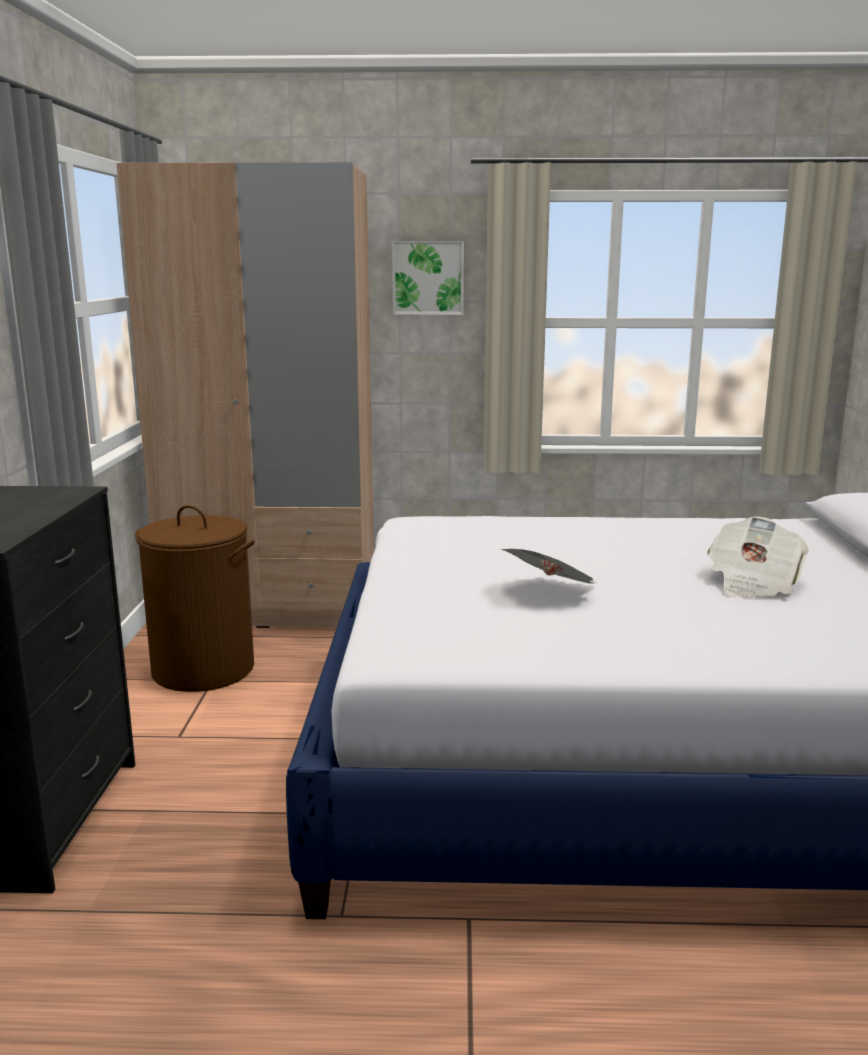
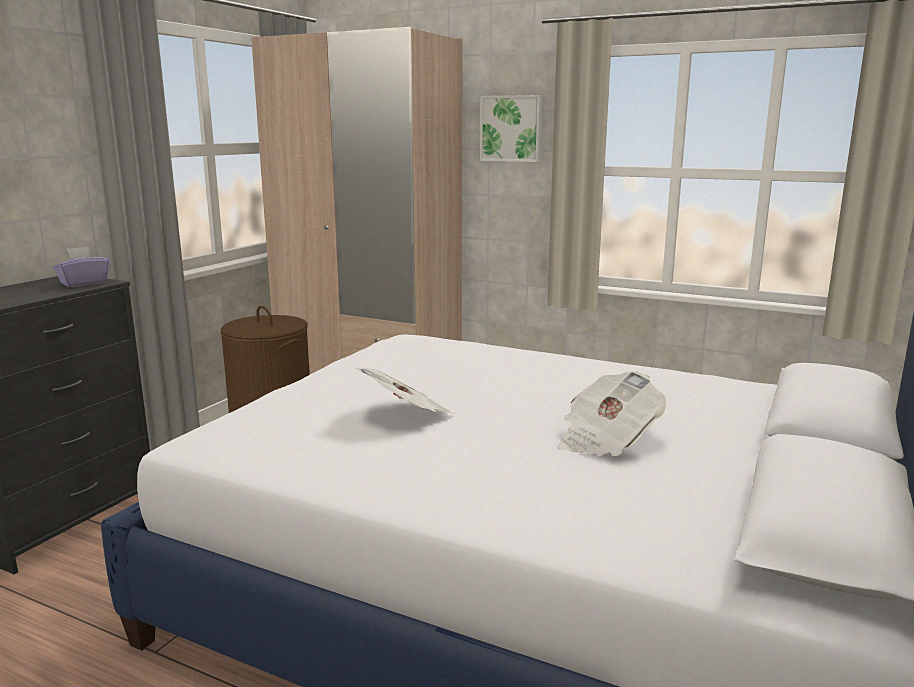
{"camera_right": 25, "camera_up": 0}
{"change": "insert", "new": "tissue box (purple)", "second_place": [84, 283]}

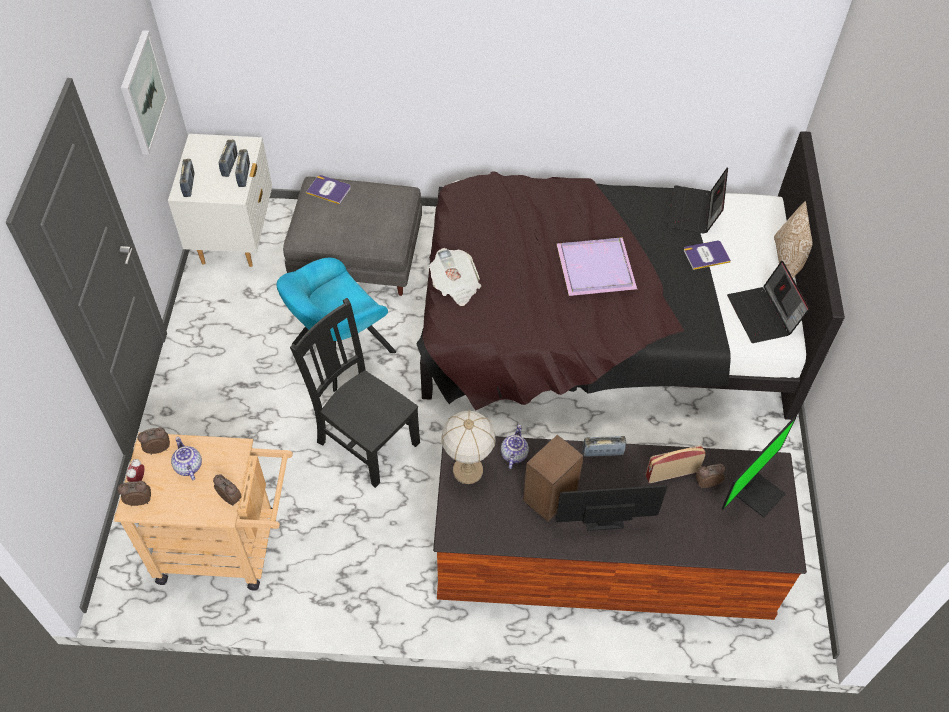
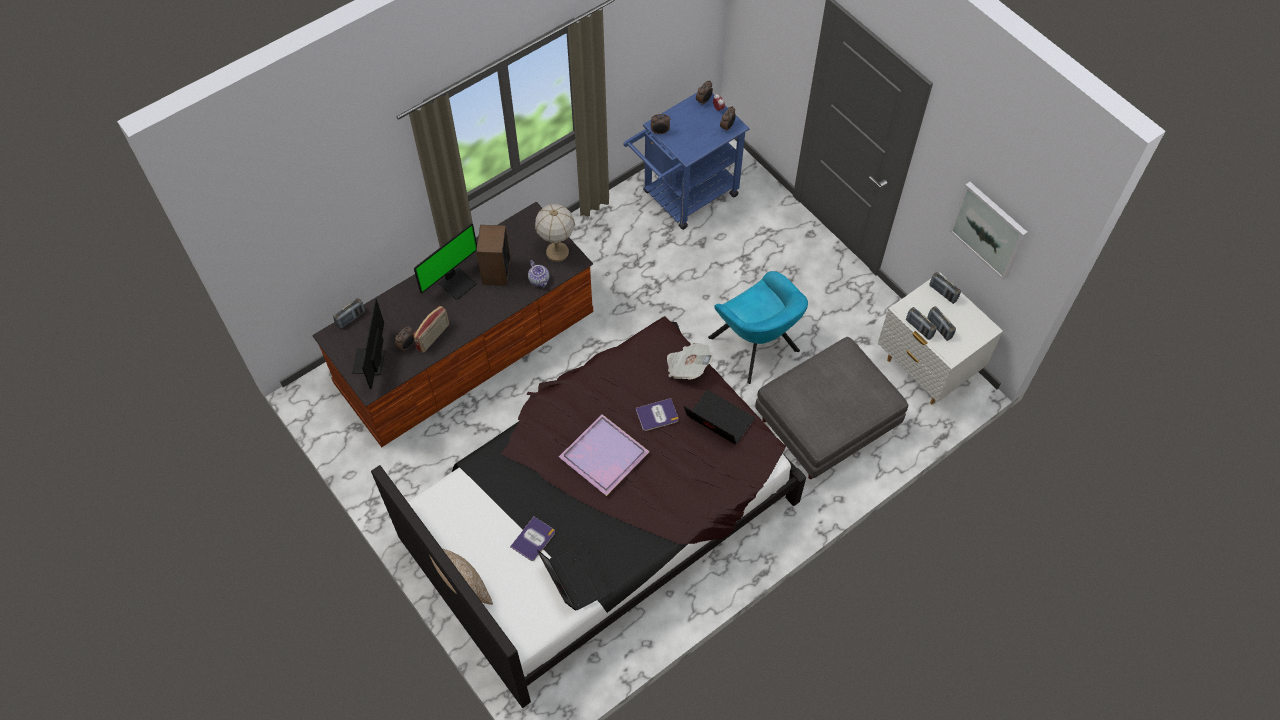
{"camera_right": 140, "camera_up": 5}
{"change": "recolor", "old": "cart (beige)", "new": "cart (blue)", "first_place": [228, 547], "second_place": [684, 197]}
{"change": "delete", "old": "teapot", "first_place": [188, 466]}
{"change": "rotate", "old": "armchair (turquoise)", "first_place": [339, 350], "second_place": [756, 347], "degrees": 135}
{"change": "delete", "old": "chair (black)", "first_place": [365, 440]}
{"change": "move", "old": "book", "first_place": [329, 190], "second_place": [657, 415]}
{"change": "move", "old": "radio", "first_place": [602, 452], "second_place": [351, 318]}
{"change": "move", "old": "laptop", "first_place": [763, 315], "second_place": [717, 421]}

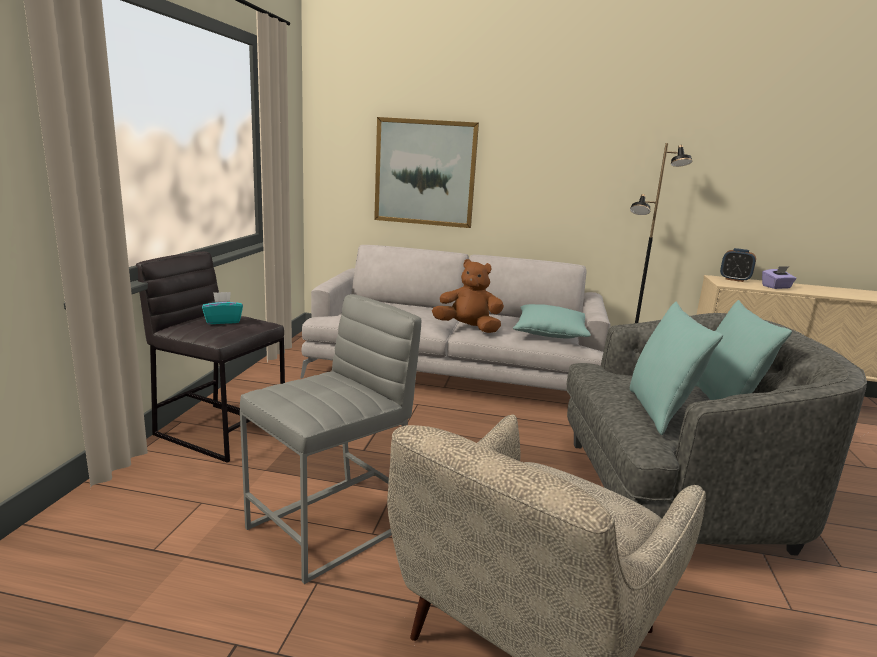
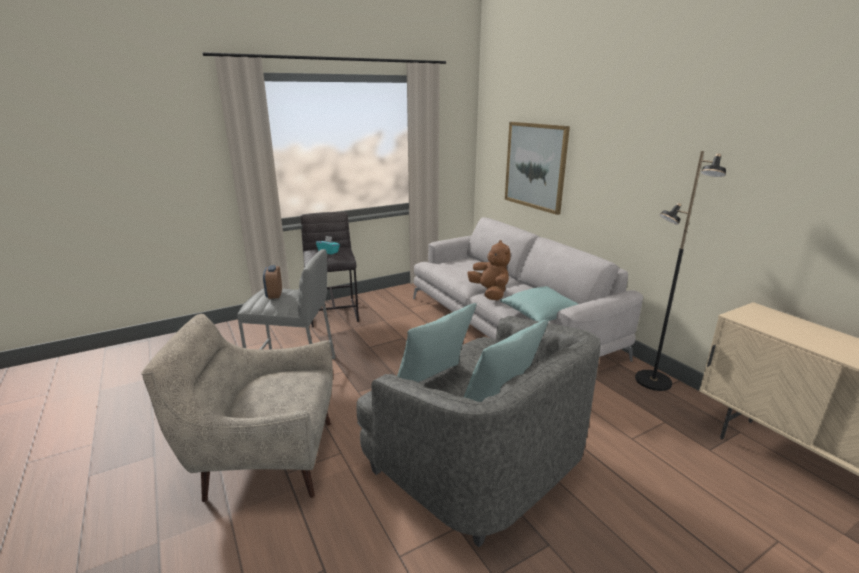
{"camera_right": 50, "camera_up": 5}
{"change": "move", "old": "alarm clock", "first_place": [734, 279], "second_place": [274, 295]}
{"change": "delete", "old": "tissue box (purple)", "first_place": [776, 287]}

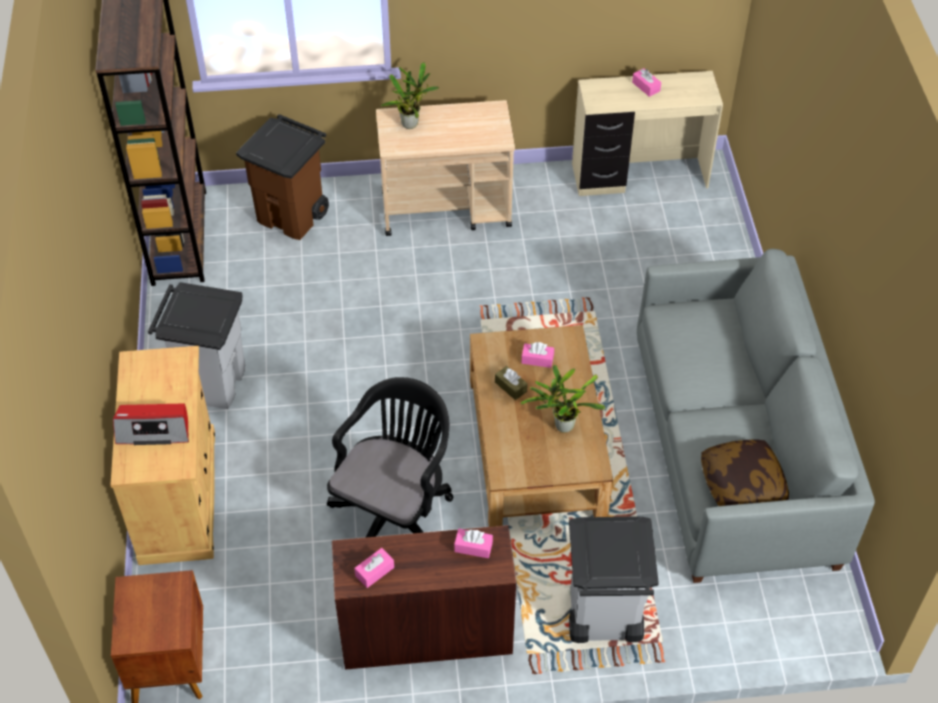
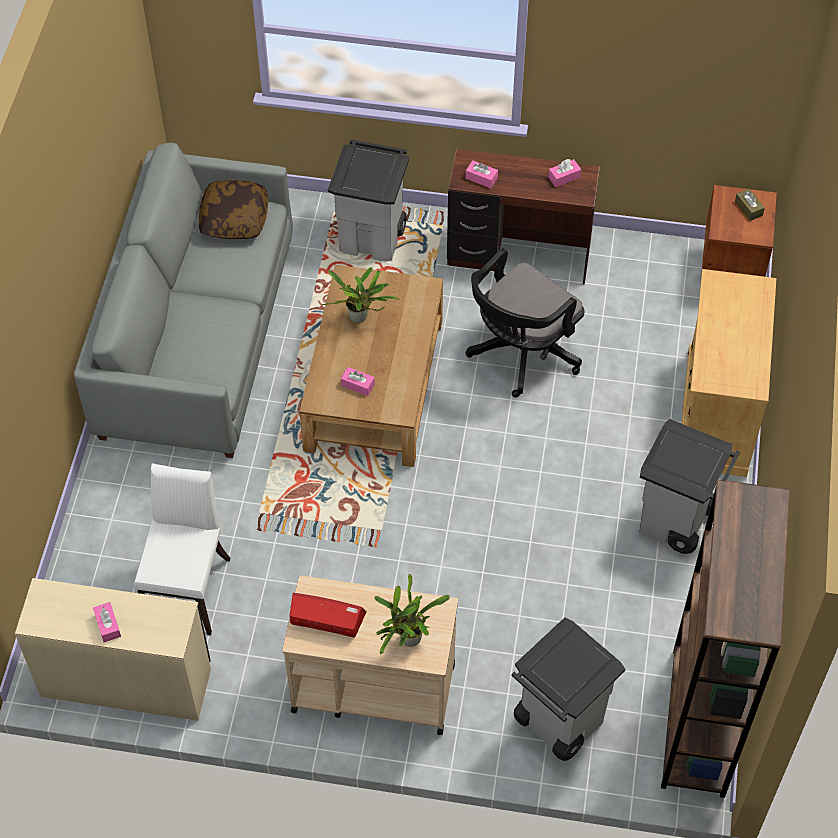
{"camera_right": -165, "camera_up": 5}
{"change": "move", "old": "radio", "first_place": [154, 430], "second_place": [326, 619]}
{"change": "recolor", "old": "trash can (brown)", "new": "trash can (grey)", "first_place": [293, 216], "second_place": [557, 721]}
{"change": "move", "old": "tissue box (brown)", "first_place": [510, 387], "second_place": [748, 208]}
{"change": "insert", "new": "chair (white)", "second_place": [185, 584]}

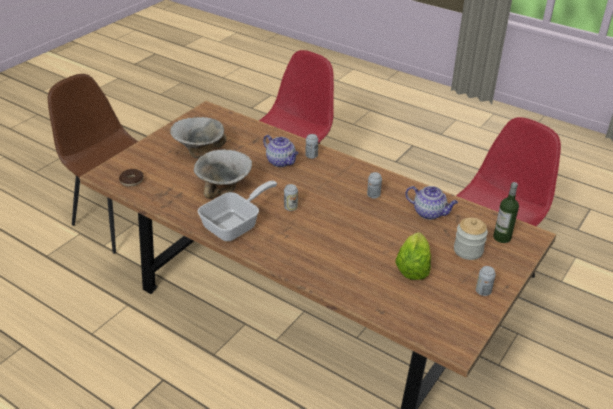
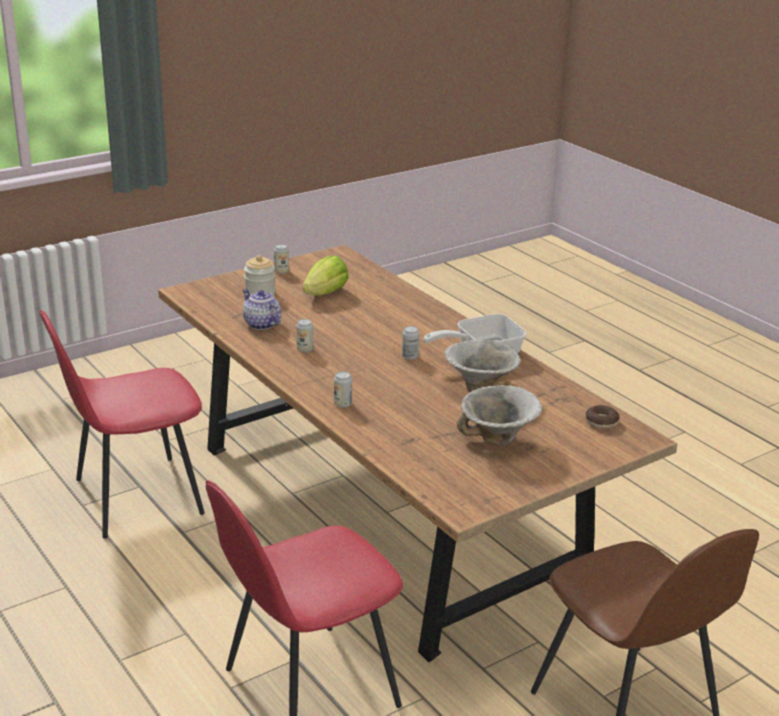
{"camera_right": -160, "camera_up": -10}
{"change": "delete", "old": "teapot", "first_place": [281, 162]}
{"change": "delete", "old": "bottle", "first_place": [502, 237]}

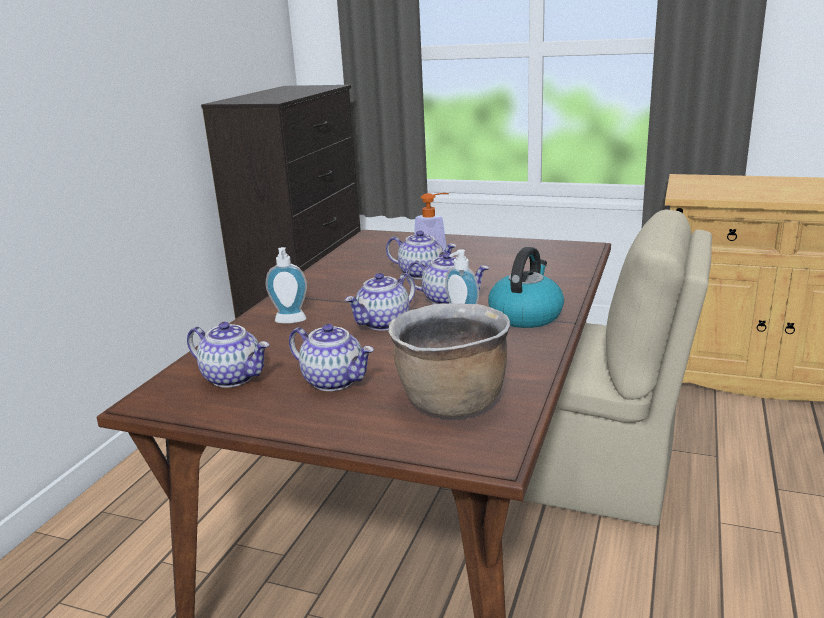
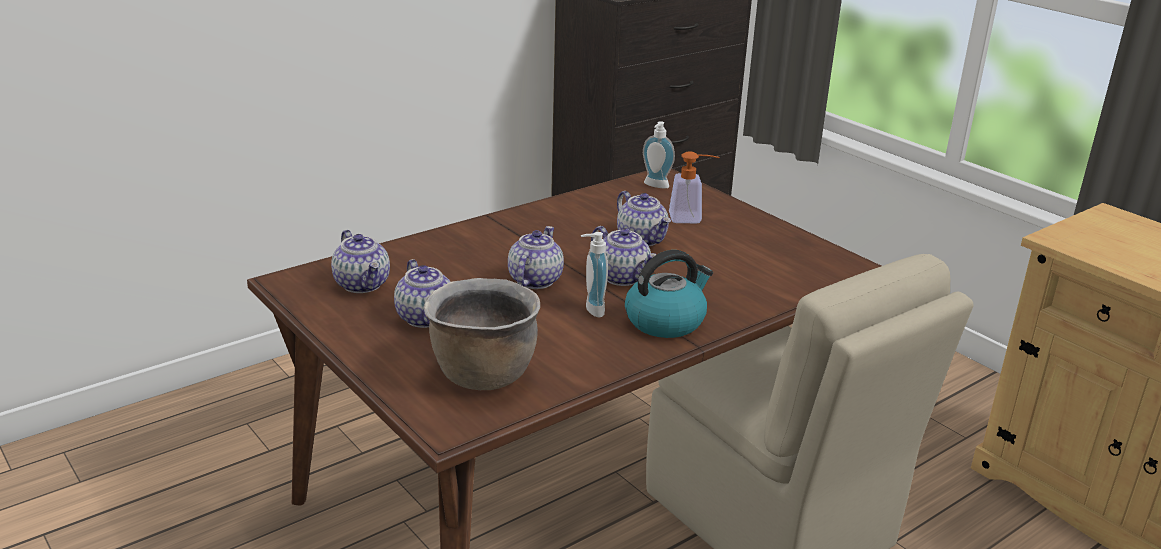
{"camera_right": 30, "camera_up": 5}
{"change": "move", "old": "soap dispenser", "first_place": [290, 322], "second_place": [655, 186]}
{"change": "rotate", "old": "teapot", "first_place": [383, 323], "second_place": [534, 280], "degrees": 120}

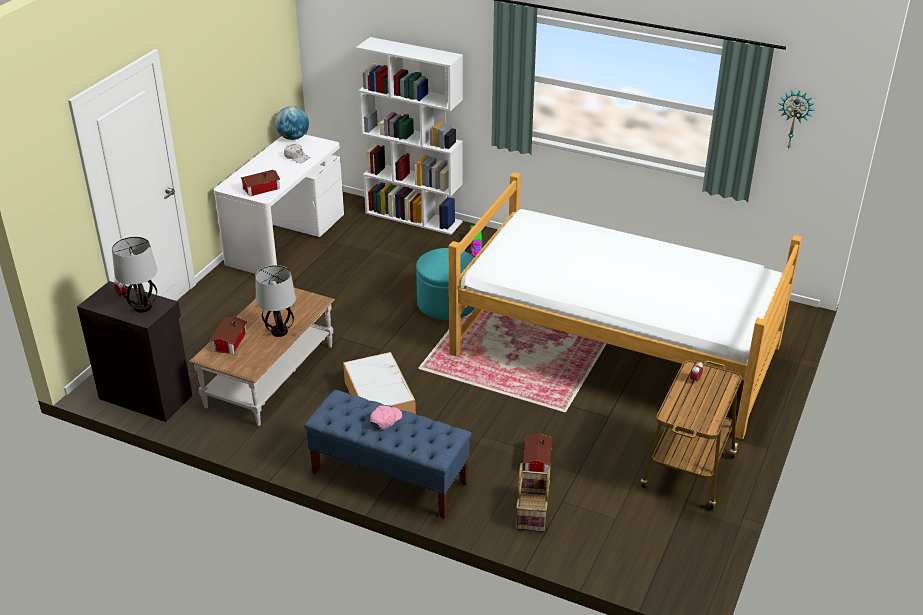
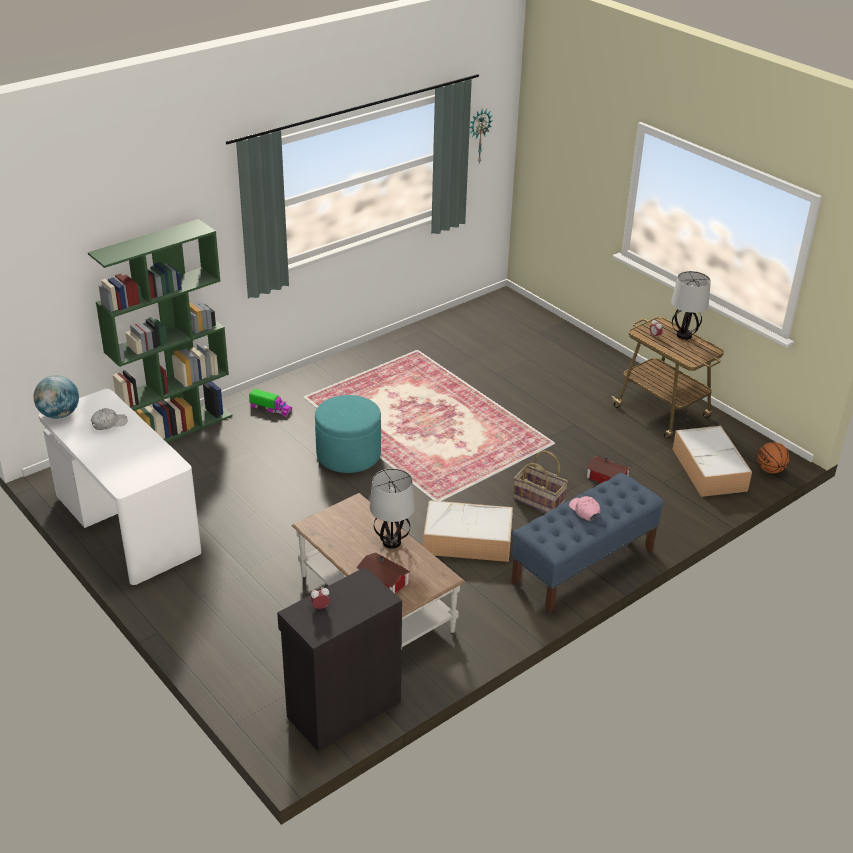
{"camera_right": -65, "camera_up": 0}
{"change": "move", "old": "table lamp", "first_place": [142, 307], "second_place": [684, 336]}
{"change": "delete", "old": "toy house", "first_place": [260, 188]}
{"change": "recolor", "old": "bookcase (white)", "new": "bookcase (green)", "first_place": [414, 217], "second_place": [176, 428]}
{"change": "delete", "old": "bed", "first_place": [615, 350]}
{"change": "move", "old": "basket", "first_place": [533, 512], "second_place": [539, 500]}
{"change": "insert", "new": "storage box", "second_place": [710, 470]}
{"change": "insert", "new": "basketball", "second_place": [770, 470]}

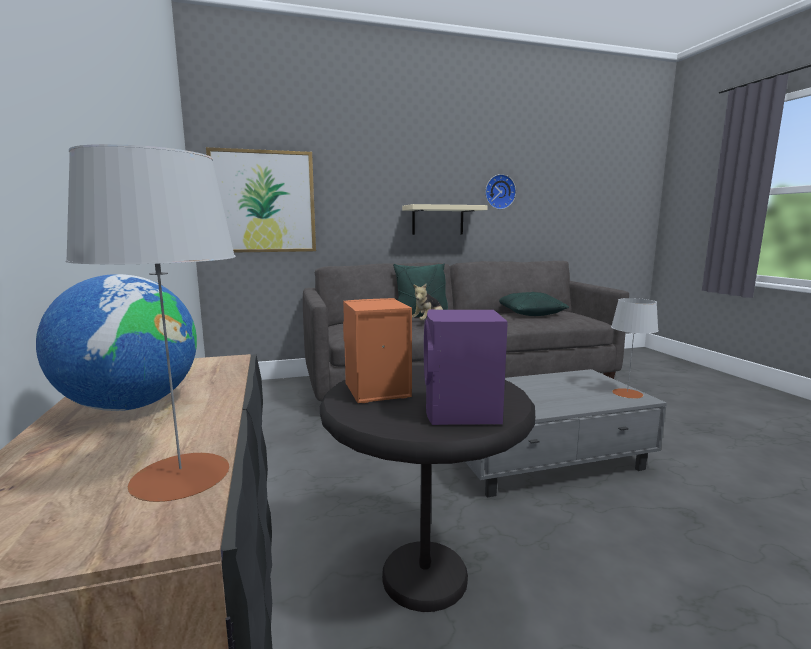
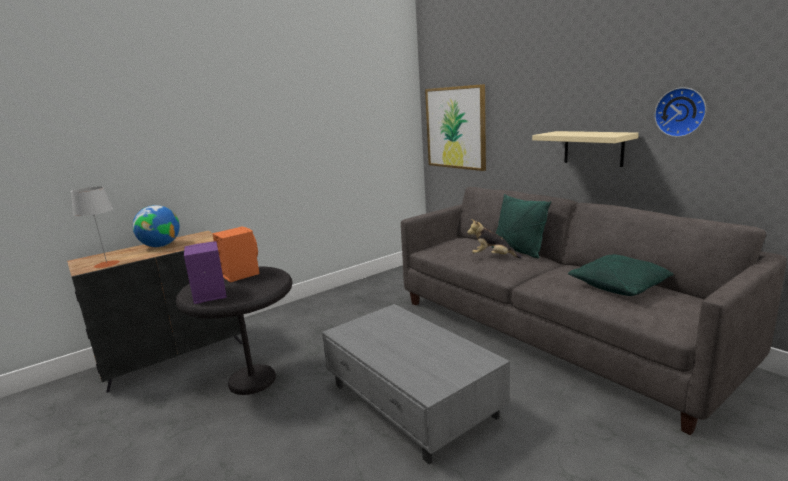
{"camera_right": 70, "camera_up": 5}
{"change": "delete", "old": "table lamp (grey)", "first_place": [627, 393]}

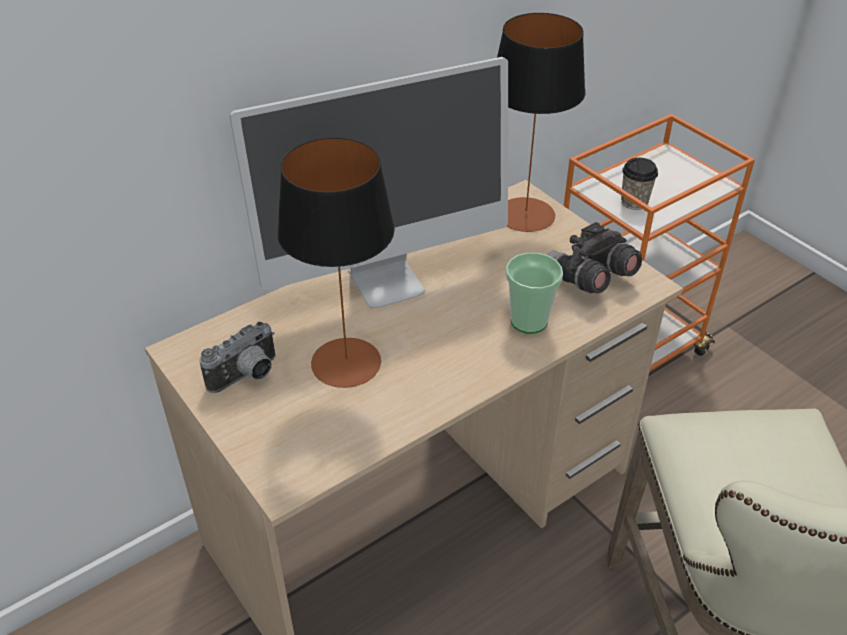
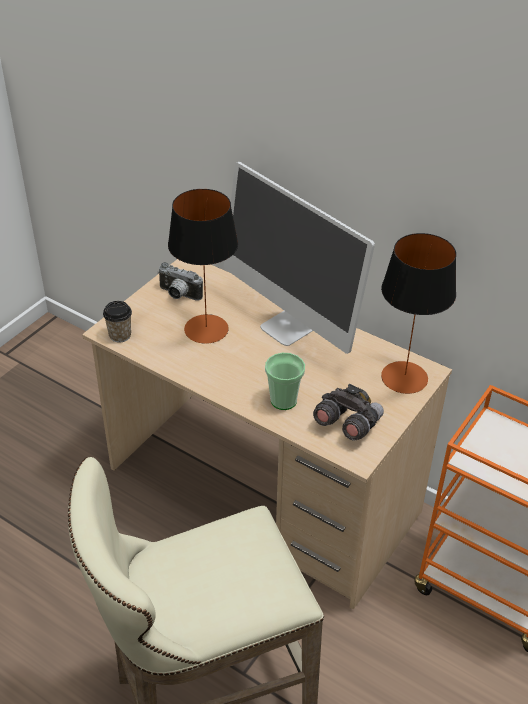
{"camera_right": 70, "camera_up": 0}
{"change": "move", "old": "cup", "first_place": [634, 202], "second_place": [120, 335]}

